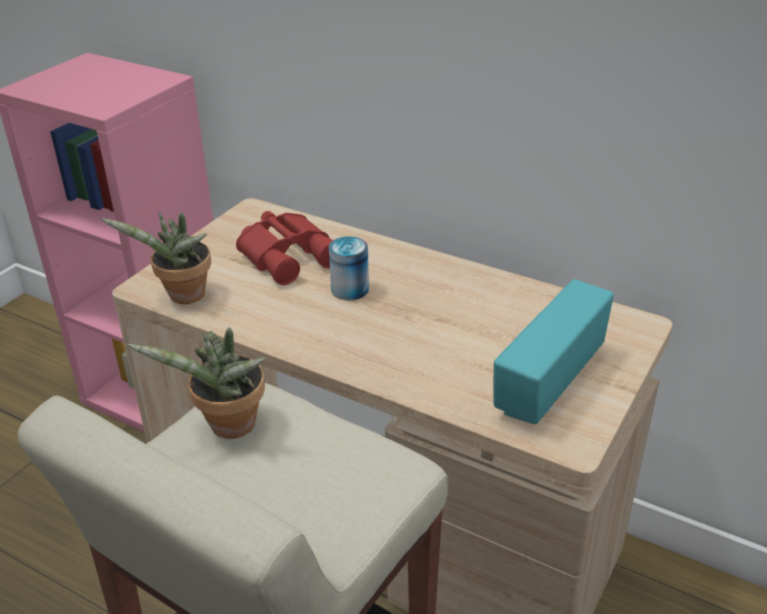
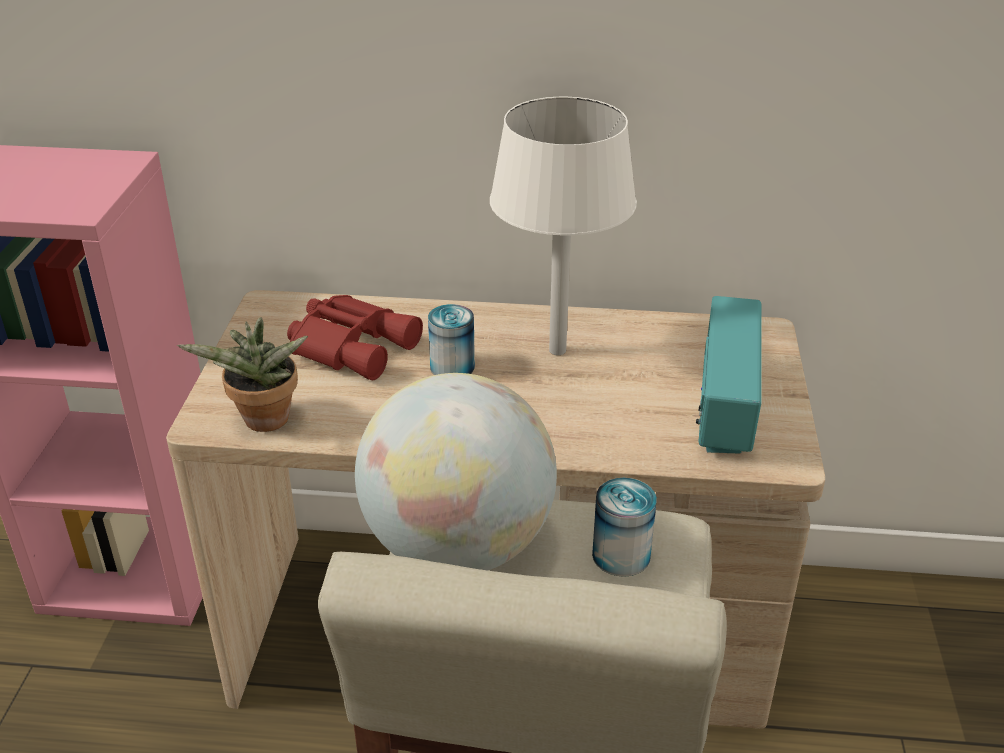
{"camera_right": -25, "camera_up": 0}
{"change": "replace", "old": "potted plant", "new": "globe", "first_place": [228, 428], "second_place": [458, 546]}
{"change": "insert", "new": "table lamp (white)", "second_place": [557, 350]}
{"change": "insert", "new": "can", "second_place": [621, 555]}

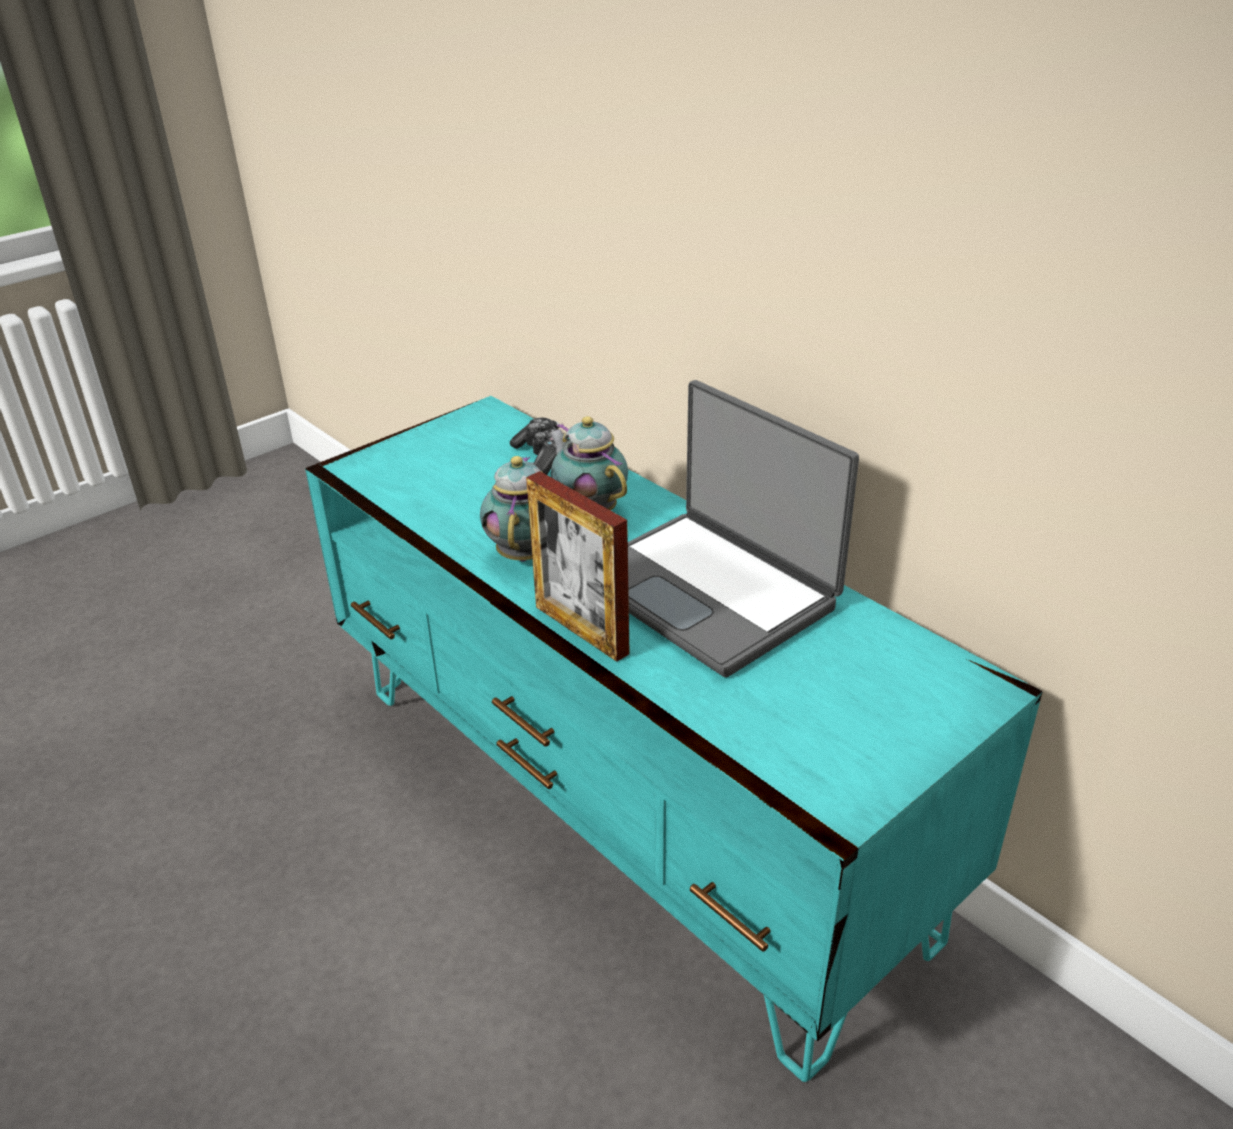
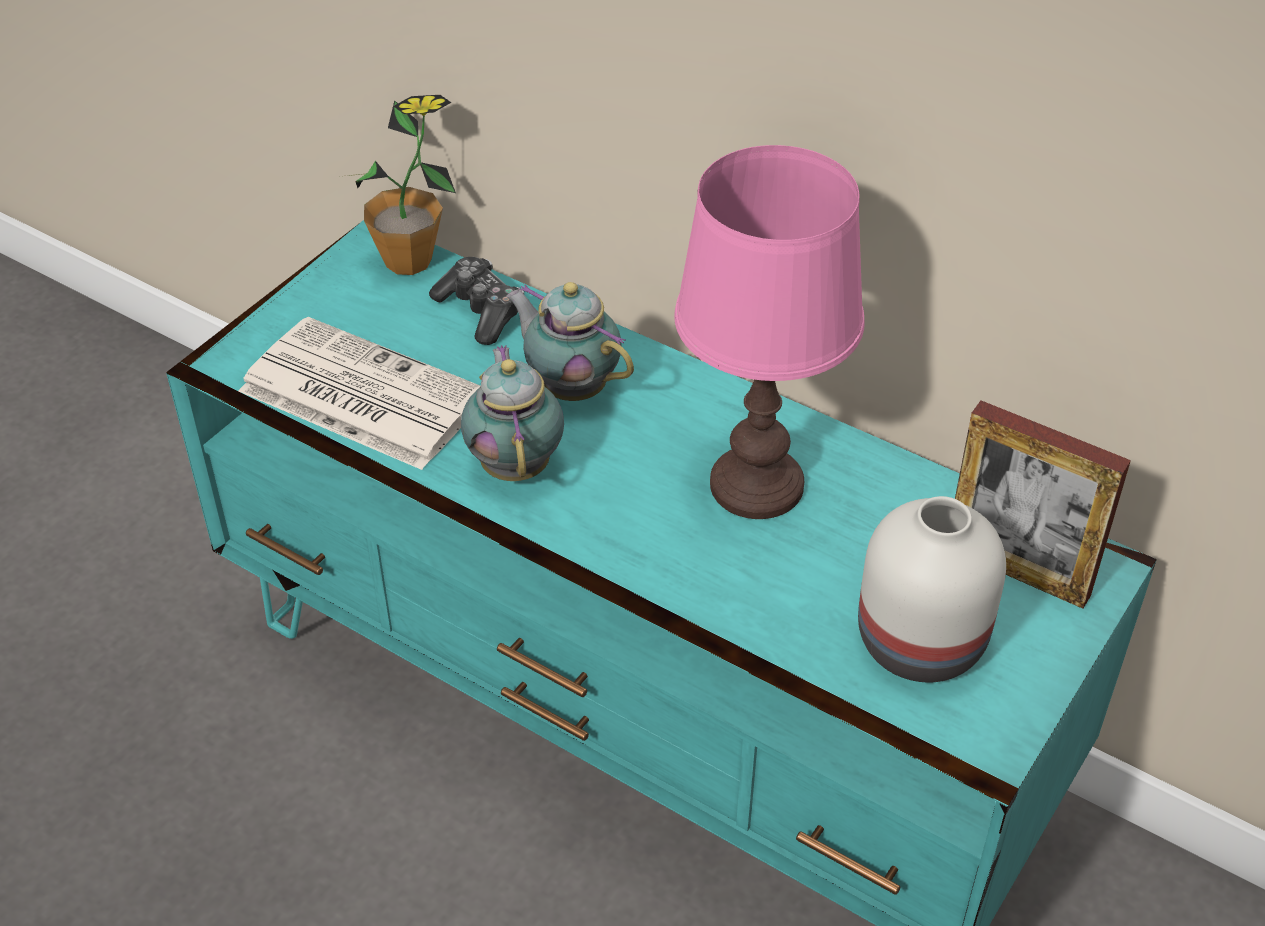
{"camera_right": -15, "camera_up": 10}
{"change": "move", "old": "picture frame", "first_place": [581, 630], "second_place": [1017, 571]}
{"change": "replace", "old": "laptop", "new": "table lamp (pink)", "first_place": [710, 591], "second_place": [758, 485]}
{"change": "insert", "new": "newspaper", "second_place": [359, 394]}
{"change": "insert", "new": "potted plant", "second_place": [408, 261]}
{"change": "insert", "new": "vase (white)", "second_place": [916, 641]}

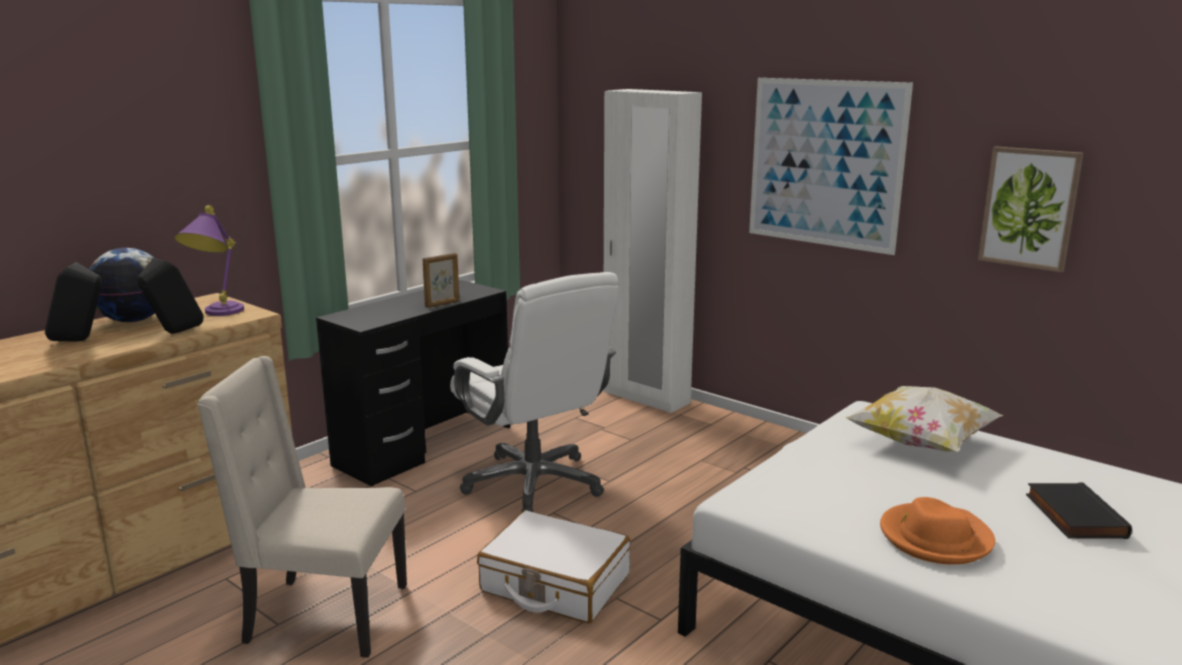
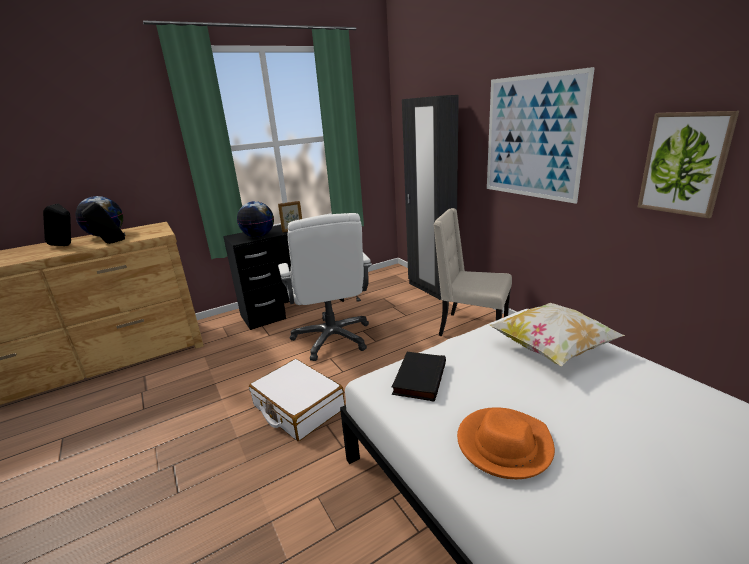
{"camera_right": 20, "camera_up": 5}
{"change": "delete", "old": "table lamp (purple)", "first_place": [216, 314]}
{"change": "move", "old": "chair (beige)", "first_place": [323, 615], "second_place": [471, 329]}
{"change": "recolor", "old": "wardrobe (white)", "new": "wardrobe (black)", "first_place": [645, 397], "second_place": [431, 289]}
{"change": "move", "old": "book (black)", "first_place": [1072, 515], "second_place": [418, 378]}
{"change": "insert", "new": "globe", "second_place": [258, 236]}

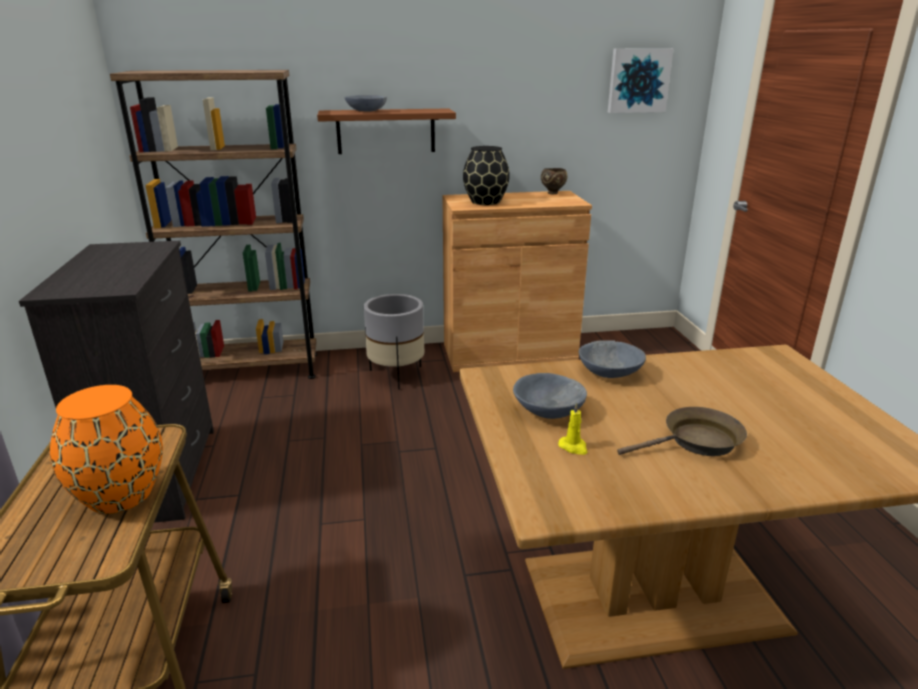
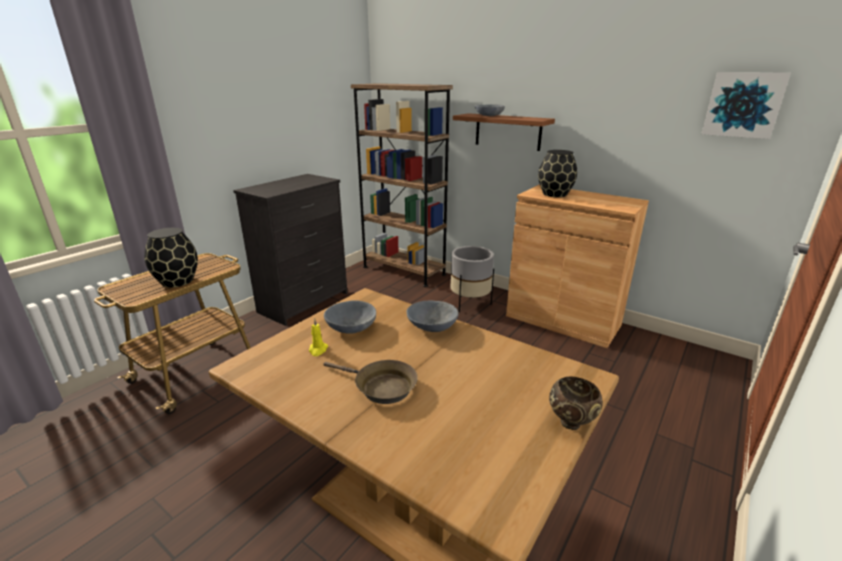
{"camera_right": 45, "camera_up": 0}
{"change": "recolor", "old": "vase (orange)", "new": "vase (black)", "first_place": [120, 495], "second_place": [177, 281]}
{"change": "move", "old": "bowl (brown)", "first_place": [553, 193], "second_place": [571, 423]}

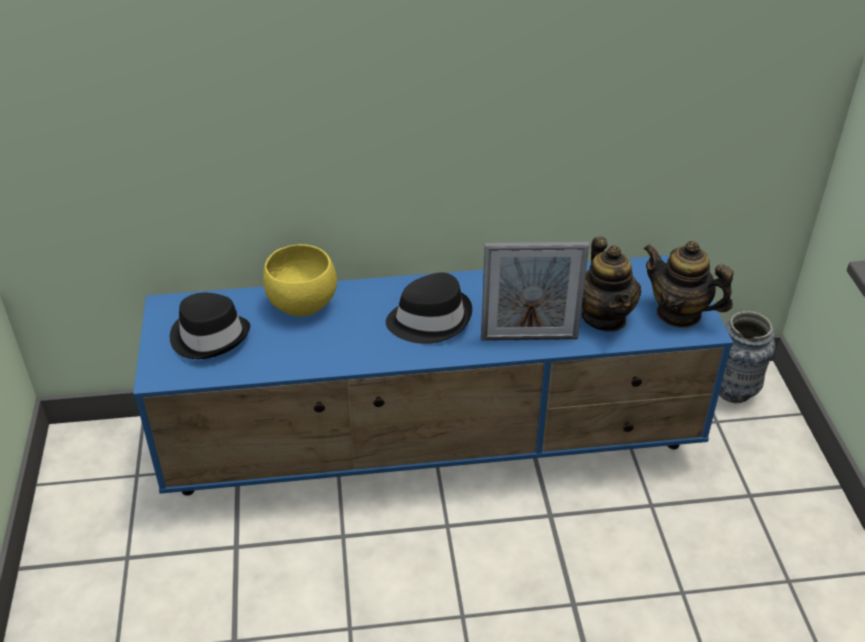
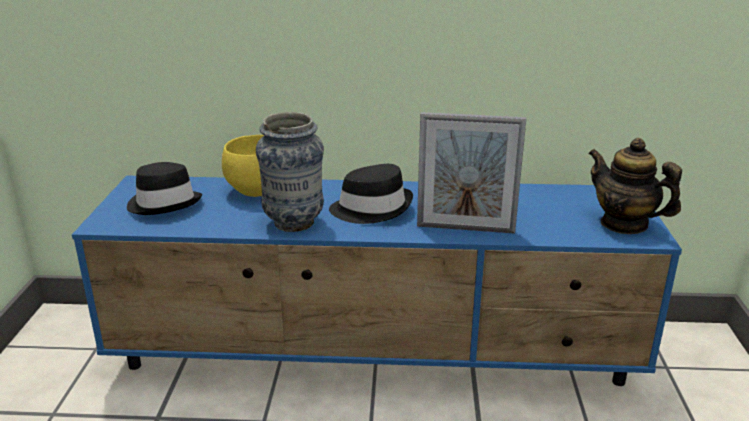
{"camera_right": 10, "camera_up": -15}
{"change": "delete", "old": "teapot", "first_place": [604, 317]}
{"change": "move", "old": "vase", "first_place": [733, 392], "second_place": [293, 223]}

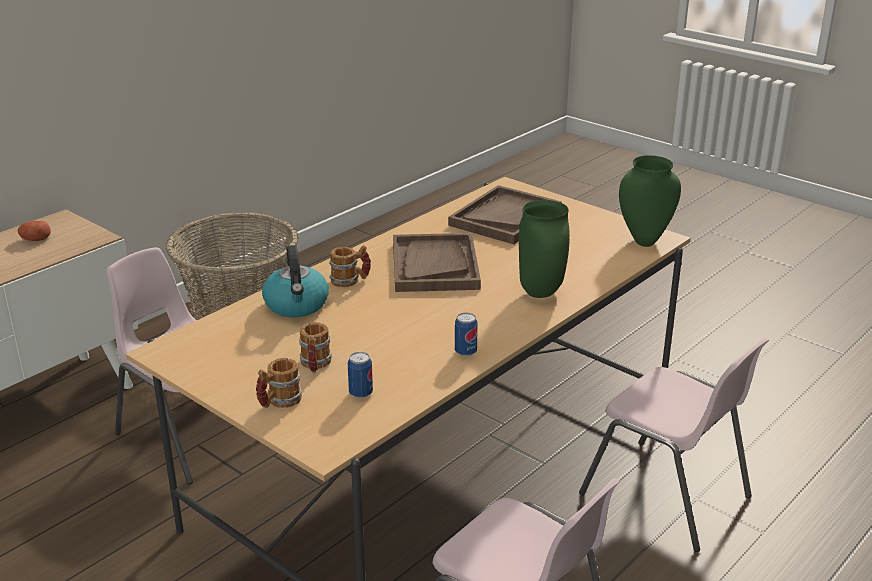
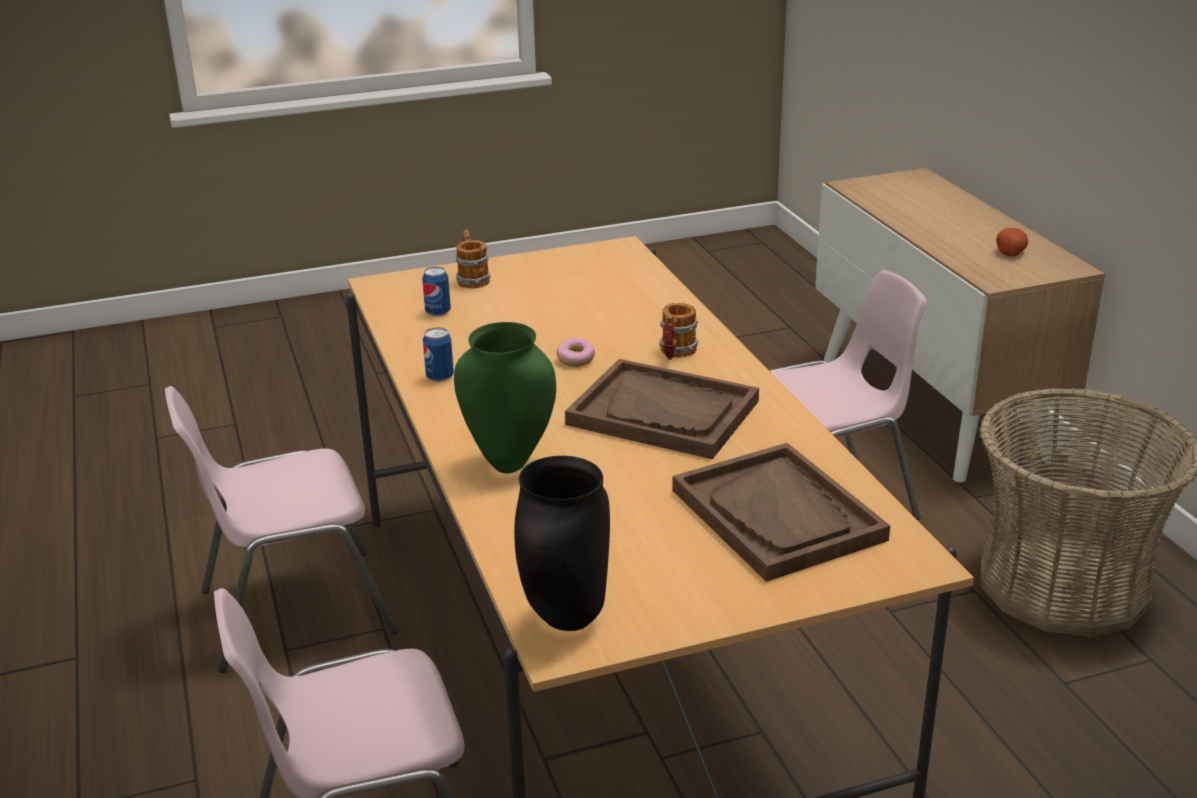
{"camera_right": 120, "camera_up": 0}
{"change": "delete", "old": "kettle", "first_place": [297, 305]}
{"change": "delete", "old": "mug", "first_place": [315, 365]}
{"change": "recolor", "old": "vase (green)", "new": "vase (black)", "first_place": [644, 241], "second_place": [568, 620]}
{"change": "insert", "new": "donut", "second_place": [575, 360]}

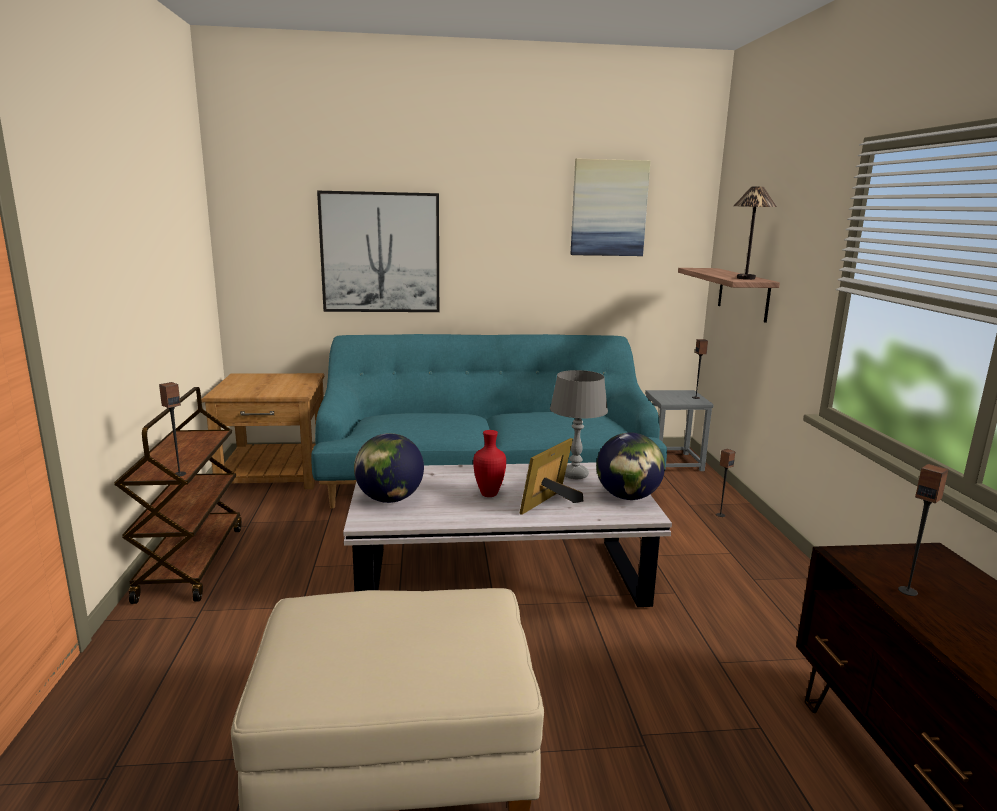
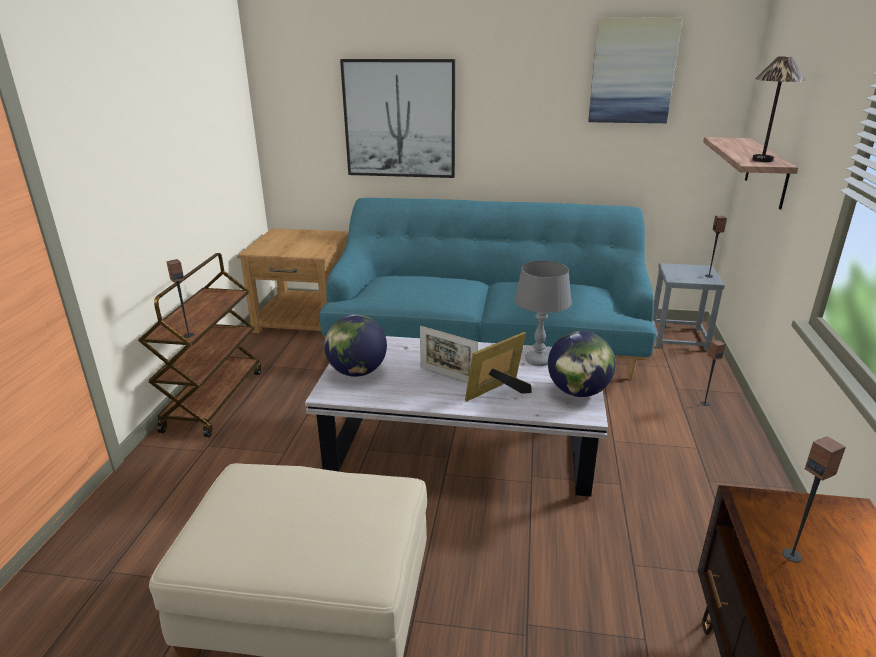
{"camera_right": 15, "camera_up": 10}
{"change": "replace", "old": "vase (red)", "new": "picture frame", "first_place": [490, 494], "second_place": [448, 375]}

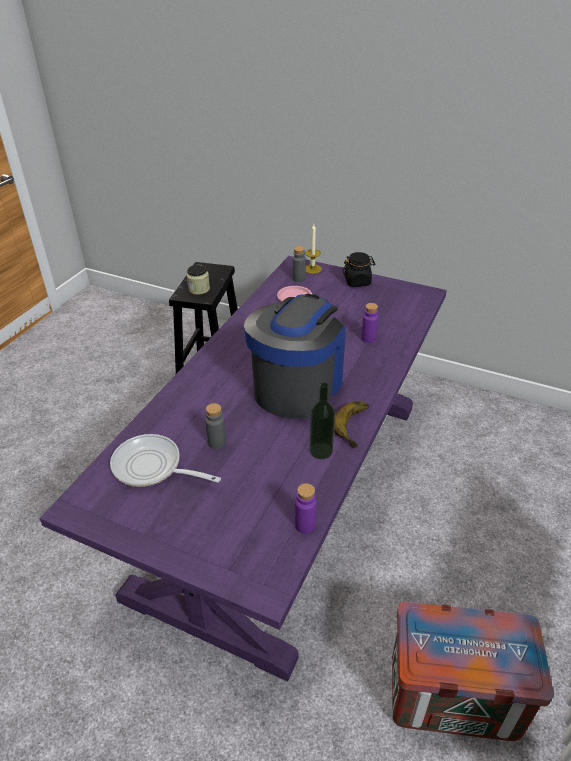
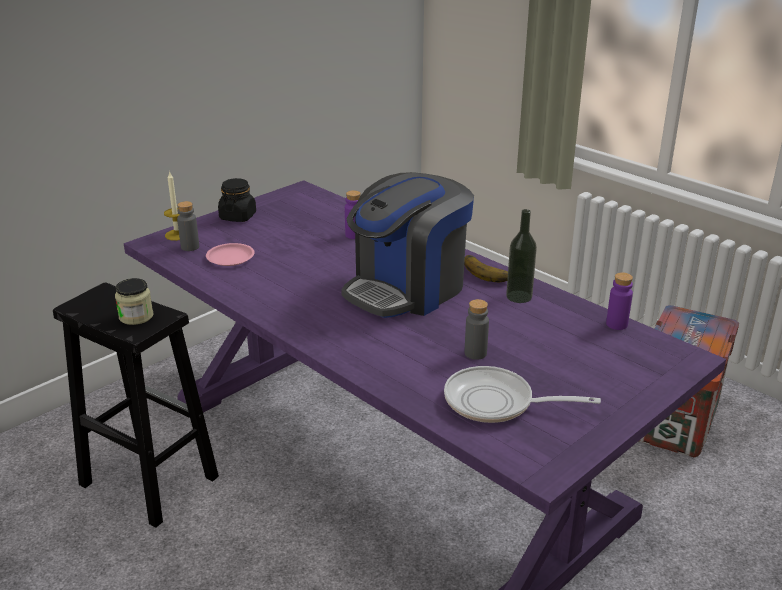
{"camera_right": -70, "camera_up": -10}
{"change": "rotate", "old": "frying pan", "first_place": [152, 467], "second_place": [496, 403], "degrees": 60}
{"change": "rotate", "old": "coffee machine", "first_place": [297, 386], "second_place": [407, 289], "degrees": -90}

